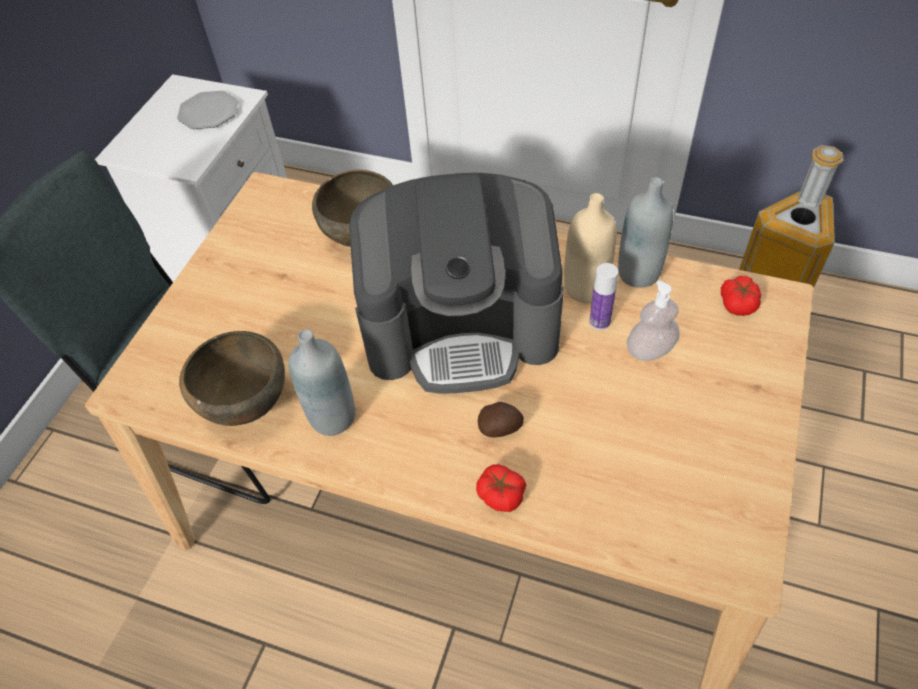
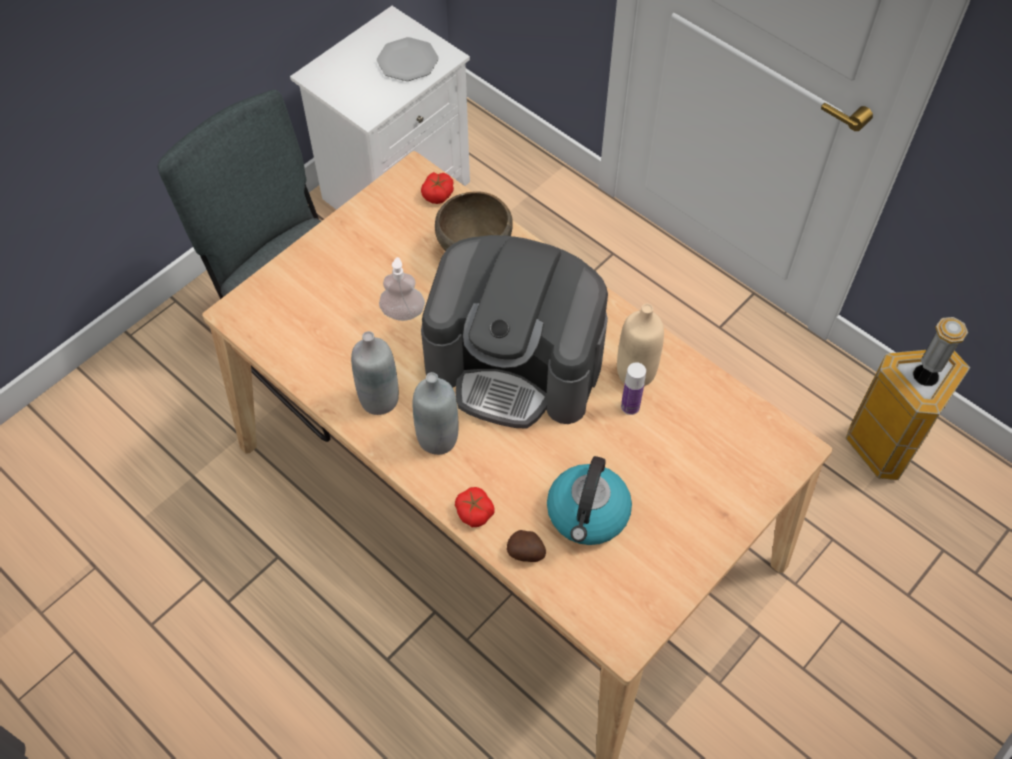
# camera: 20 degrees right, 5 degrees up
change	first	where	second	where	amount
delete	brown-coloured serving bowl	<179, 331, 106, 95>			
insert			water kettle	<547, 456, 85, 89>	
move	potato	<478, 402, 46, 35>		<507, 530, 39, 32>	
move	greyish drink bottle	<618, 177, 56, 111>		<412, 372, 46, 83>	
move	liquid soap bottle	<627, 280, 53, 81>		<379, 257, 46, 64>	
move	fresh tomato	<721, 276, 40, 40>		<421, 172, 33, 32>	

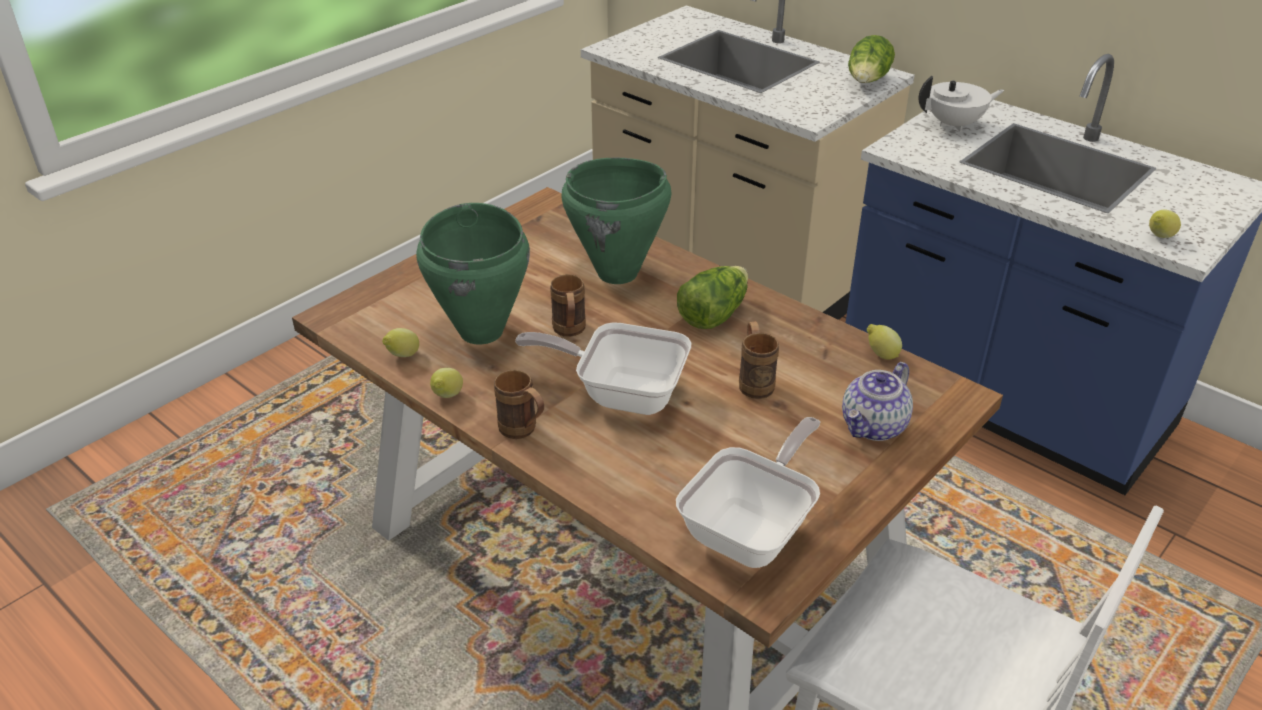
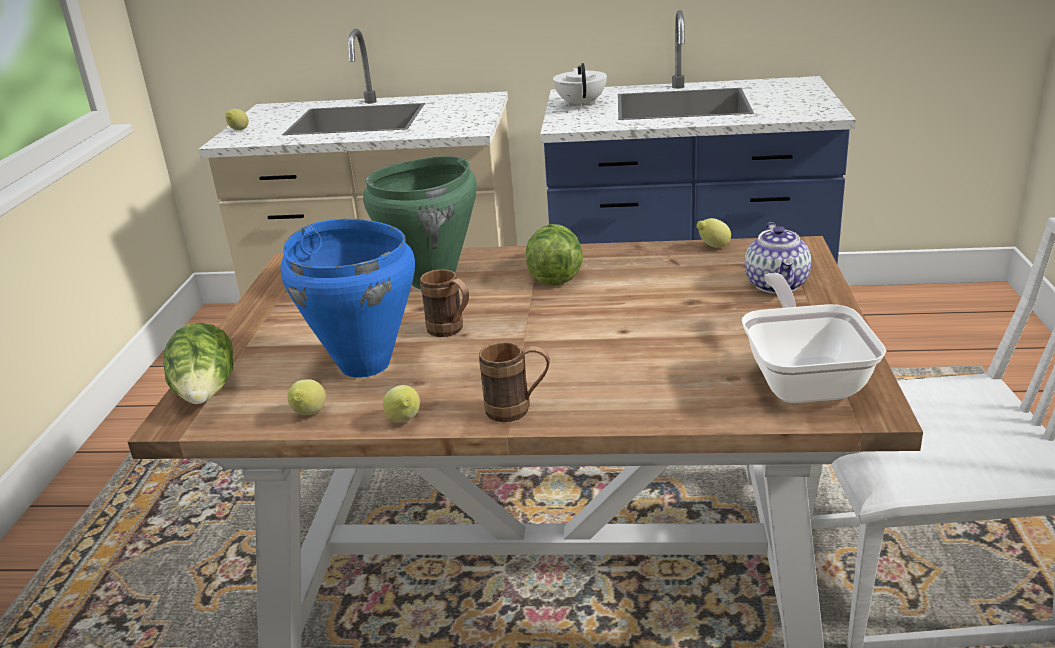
# camera: 35 degrees left, 10 degrees down
change	first	where	second	where	amount
delete	frying pan	<515, 322, 176, 93>			
delete	brown-coloured coffee mug	<739, 321, 40, 78>			
move	head of lettuce	<848, 35, 47, 48>		<163, 323, 70, 81>	
move	lemon	<1149, 209, 32, 29>		<225, 109, 24, 21>	
recolor	greenish stockpot	<416, 203, 114, 142>	bluish stockpot	<281, 219, 134, 159>	
rotate	white-coloured tea pot	<919, 76, 86, 56>		<553, 63, 54, 45>	45 degrees counterclockwise

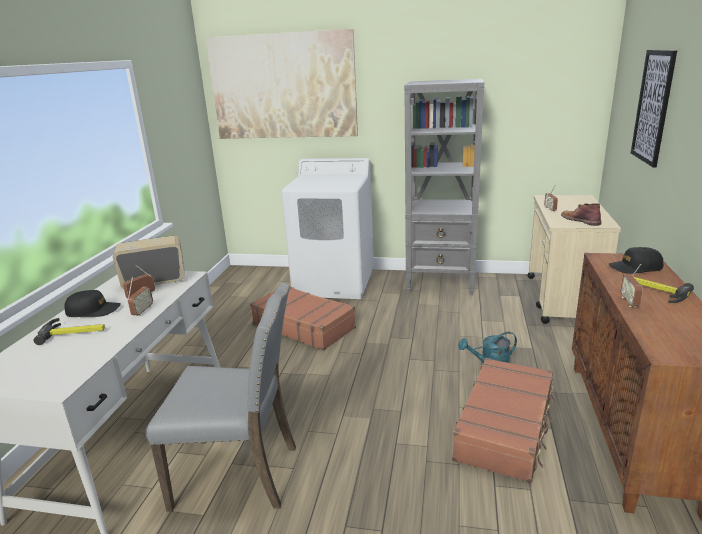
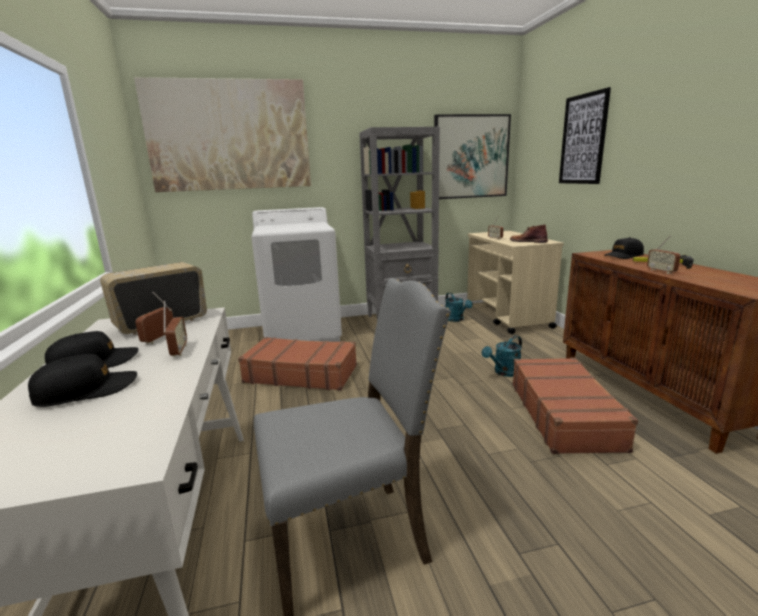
# camera: 25 degrees left, 5 degrees down
change	first	where	second	where	amount
insert			wall picture	<434, 114, 77, 85>	
insert			turquoise-coloured watering pot	<446, 293, 26, 29>	
replace	tool hammer	<34, 318, 71, 27>	black baseball cap	<28, 354, 109, 53>	

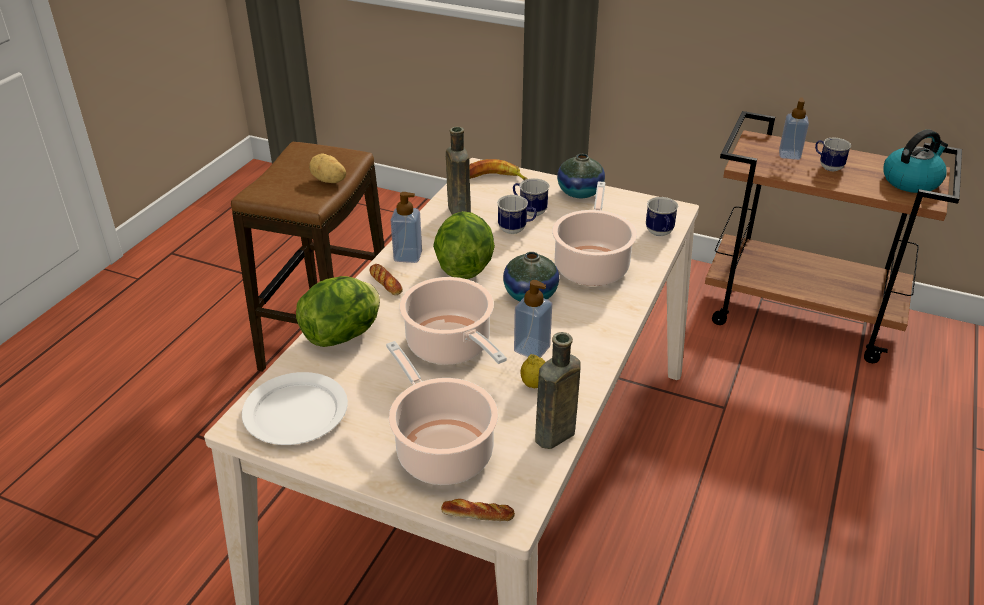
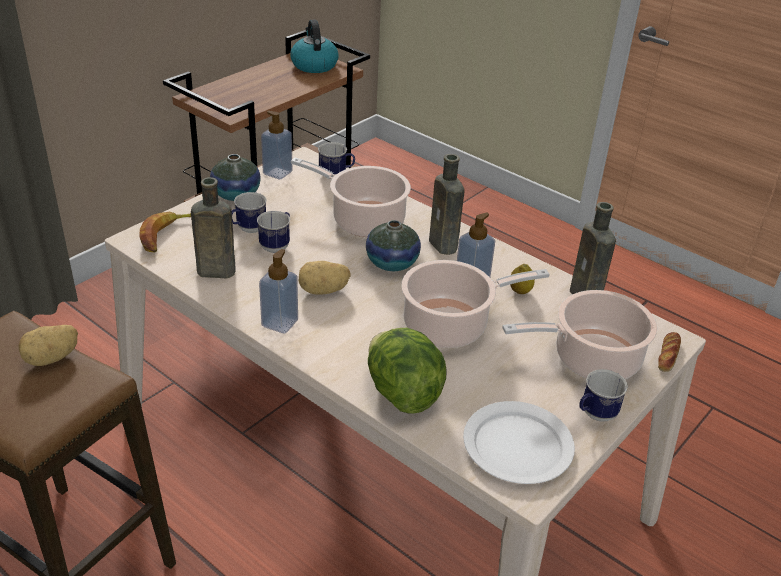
# camera: 75 degrees left, 0 degrees up
change	first	where	second	where	amount
delete	bread	<370, 264, 33, 31>			
insert			brown-coloured drink bottle	<429, 154, 36, 101>	
move	liquid soap bottle	<779, 97, 30, 63>		<261, 111, 32, 68>	
move	coffee mug	<815, 138, 36, 33>		<579, 369, 49, 53>	
replace	head of lettuce	<433, 211, 62, 68>	potato	<299, 261, 52, 34>	

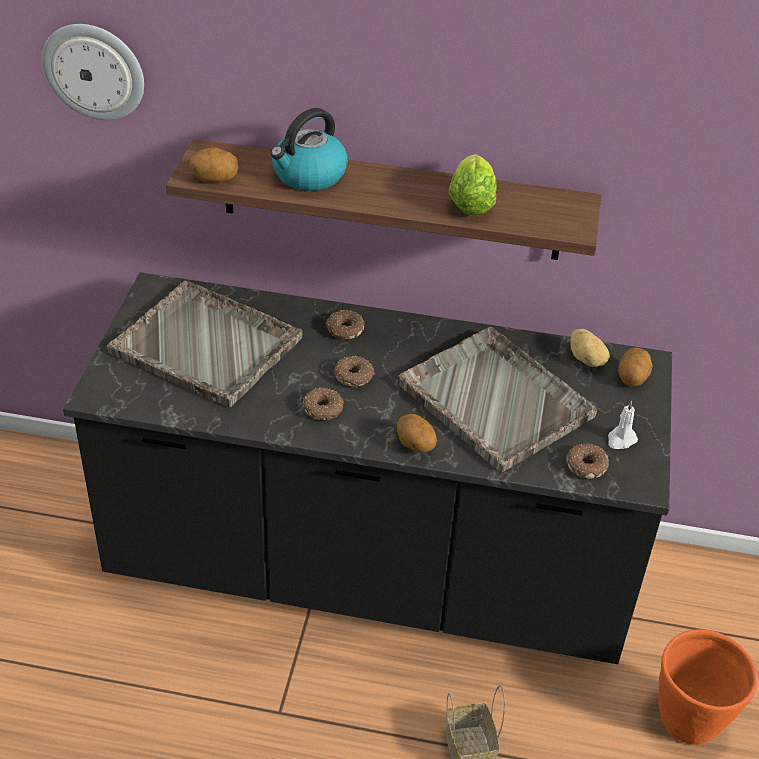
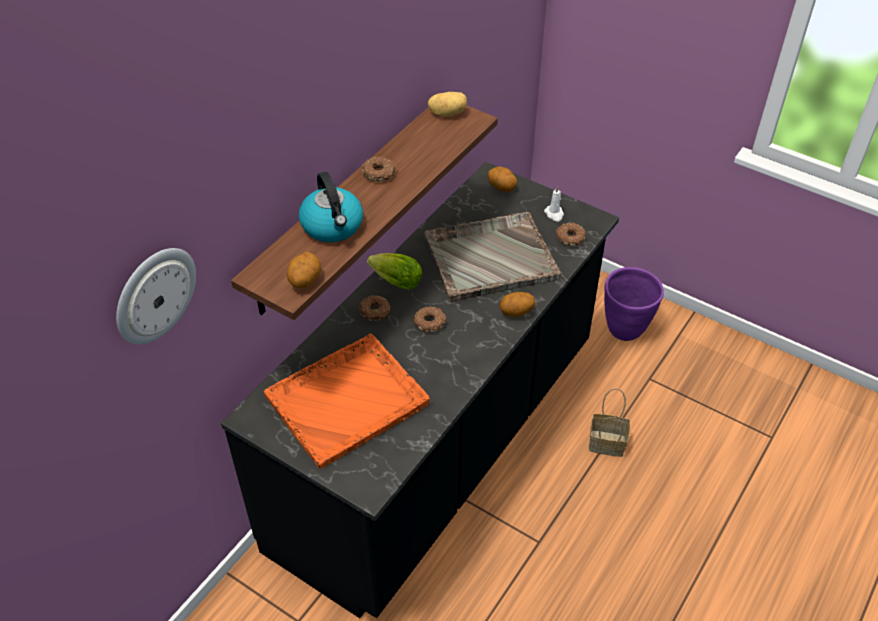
# camera: 65 degrees left, 5 degrees up
change	first	where	second	where	amount
move	donut	<302, 388, 42, 33>		<362, 156, 34, 26>	
move	head of lettuce	<449, 154, 48, 61>		<367, 253, 55, 36>	
move	potato	<570, 329, 40, 38>		<428, 92, 39, 25>	
recolor	greyish serving tray	<107, 281, 196, 126>	orange serving tray	<264, 334, 166, 135>	
recolor	orange flower pot	<658, 629, 99, 116>	purple-coloured flower pot	<604, 267, 60, 74>	

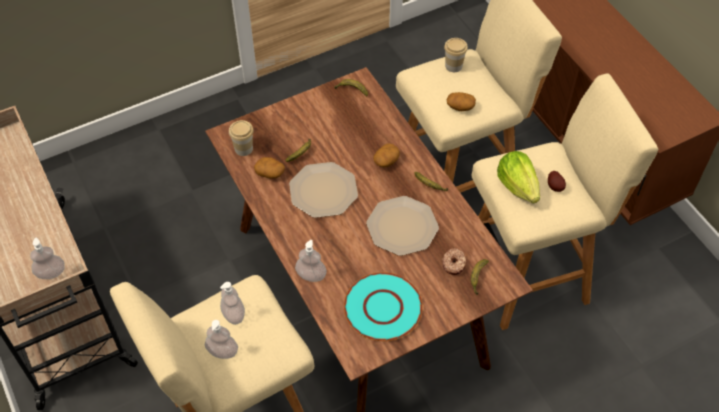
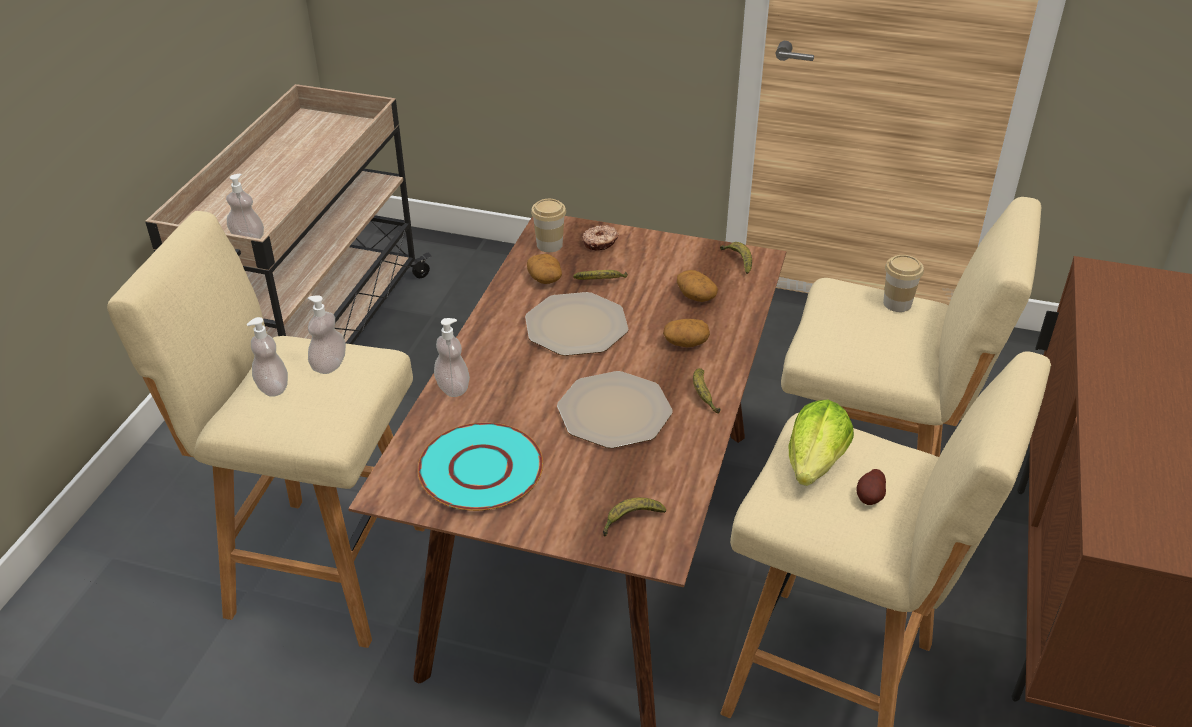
# camera: 45 degrees right, 15 degrees down
change	first	where	second	where	amount
move	donut	<442, 248, 24, 27>		<582, 225, 37, 25>	
move	potato	<447, 92, 29, 19>		<677, 270, 41, 32>	

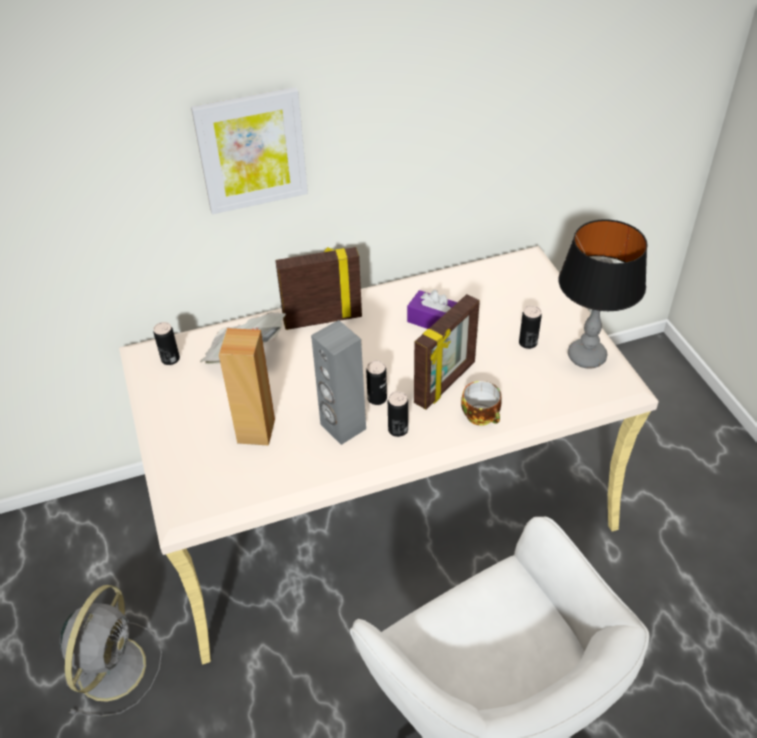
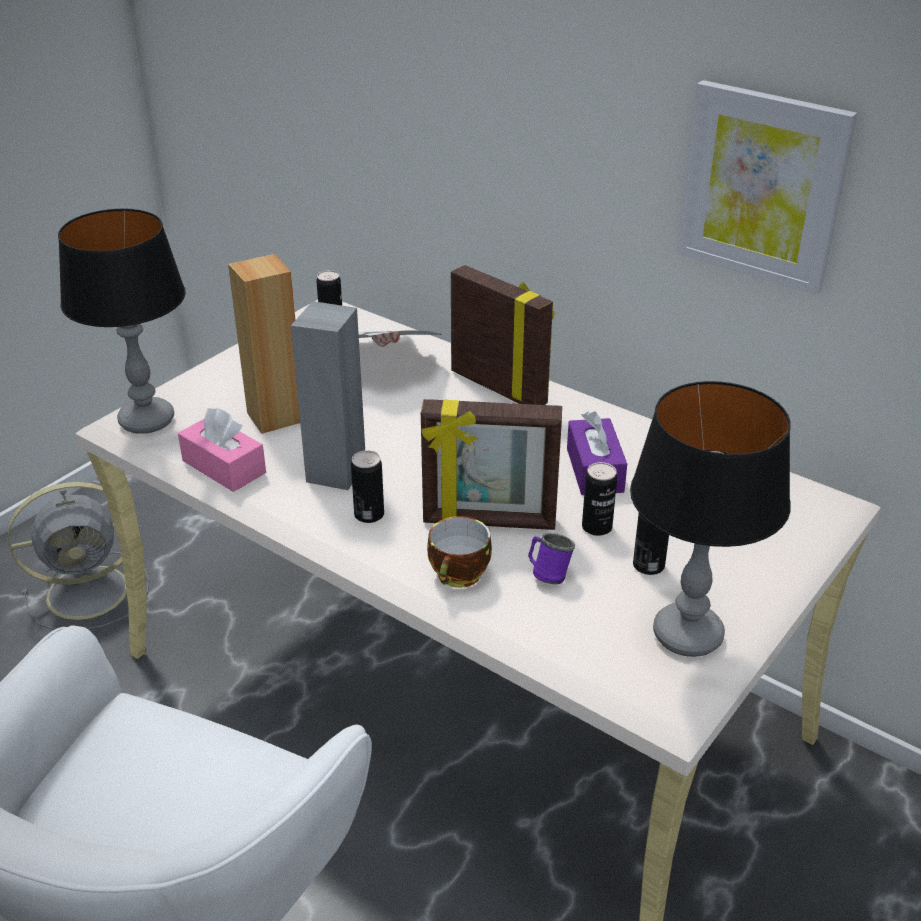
# camera: 55 degrees right, 10 degrees down
change	first	where	second	where	amount
insert			lamp for a table	<58, 209, 128, 225>	
insert			pinkish tissue holder	<178, 408, 88, 84>	
insert			purple-coloured coffee mug	<528, 533, 47, 52>	
move	wall picture	<191, 87, 117, 127>		<677, 80, 180, 215>	
move	sealed can	<366, 361, 21, 44>		<582, 462, 35, 74>	

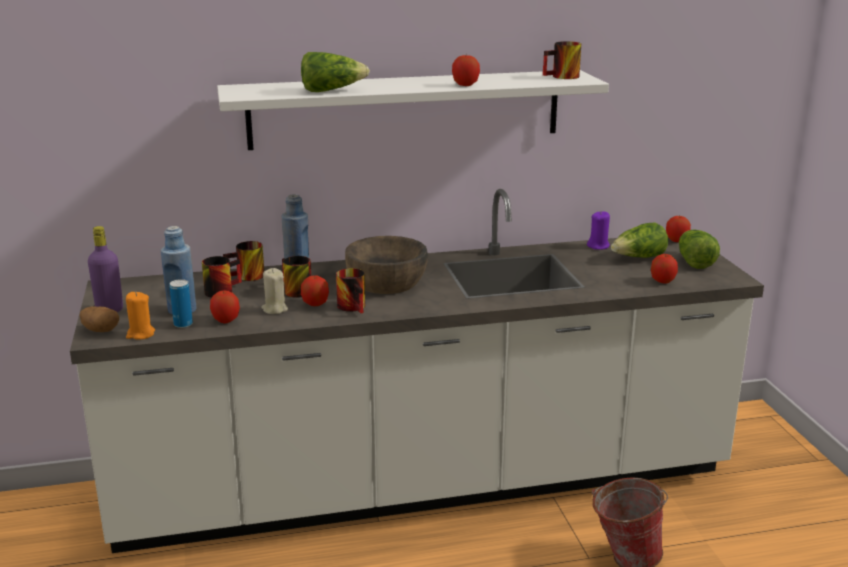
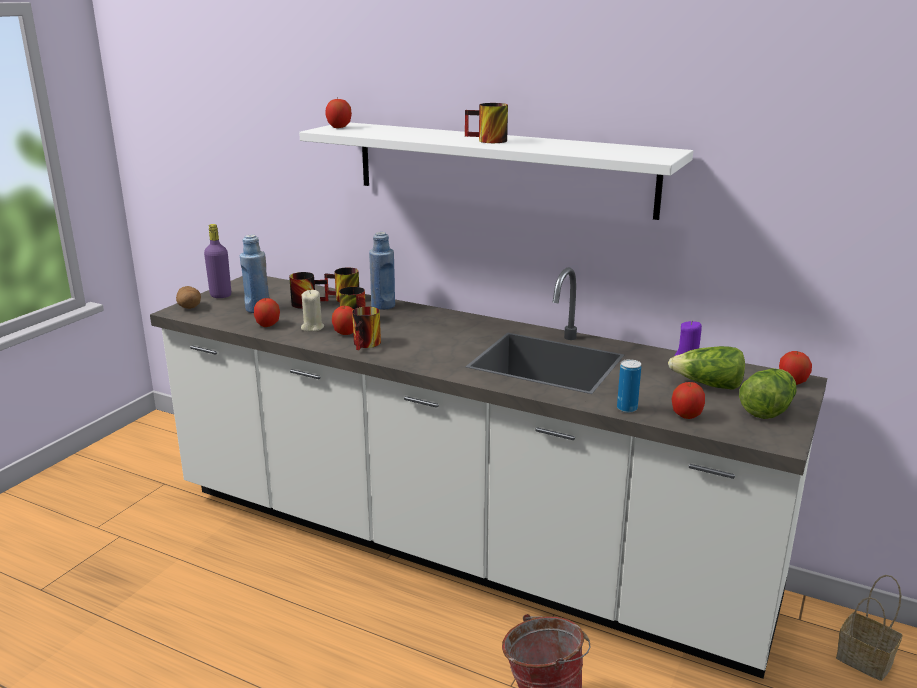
# camera: 40 degrees right, 0 degrees up
change	first	where	second	where	amount
delete	orange candle	<126, 292, 29, 48>			
delete	head of lettuce	<301, 52, 69, 40>			
delete	brown-coloured serving bowl	<345, 236, 83, 58>			
insert			basket	<836, 575, 67, 106>	
move	sealed can	<170, 279, 23, 49>		<617, 359, 24, 54>	
move	apple fruit	<452, 55, 28, 31>		<325, 99, 27, 29>	
move	coffee mug	<543, 41, 38, 38>		<465, 103, 43, 40>	

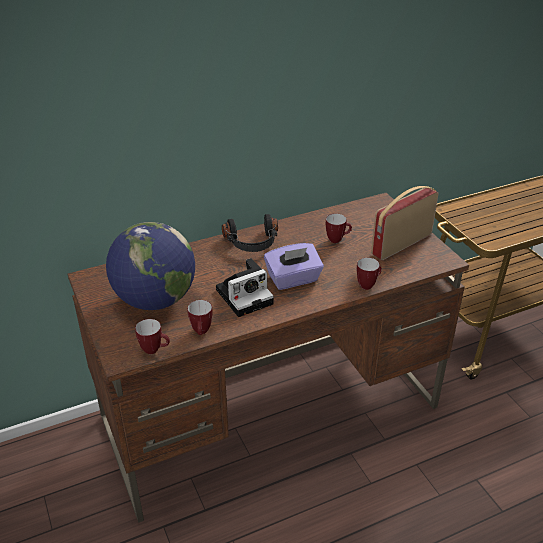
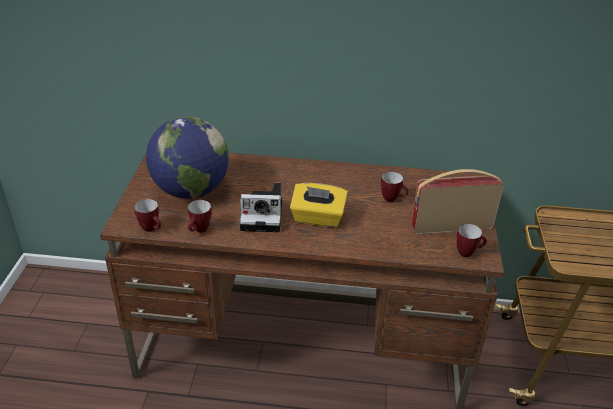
# camera: 30 degrees right, 0 degrees up
change	first	where	second	where	amount
delete	black headset	<222, 214, 56, 38>			
move	coffee mug	<357, 258, 25, 32>		<457, 224, 30, 33>	
recolor	purple-coloured tissue holder	<264, 243, 60, 47>	yellow tissue holder	<290, 183, 58, 45>	

